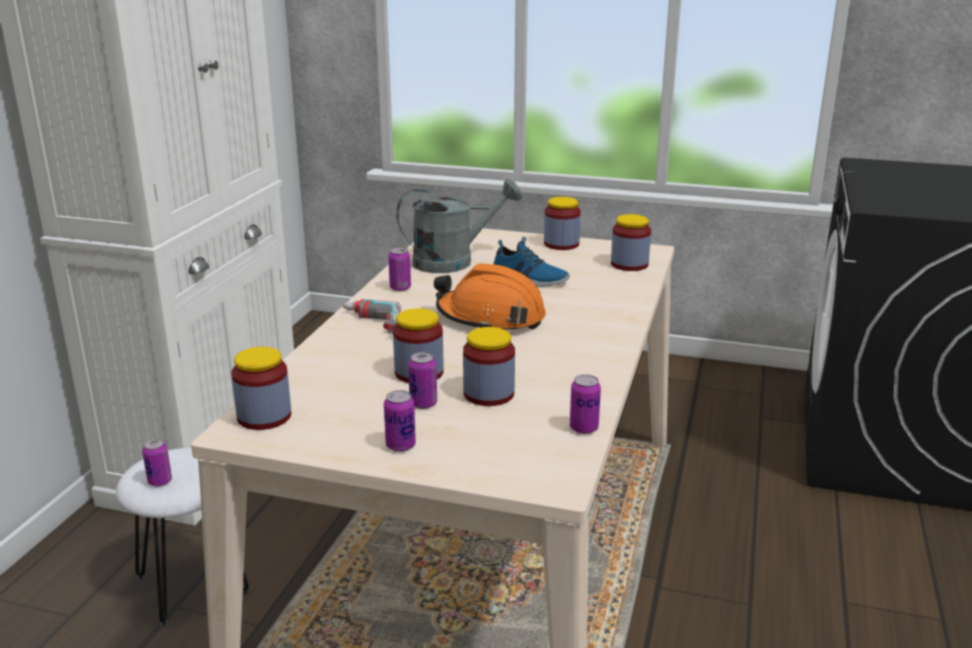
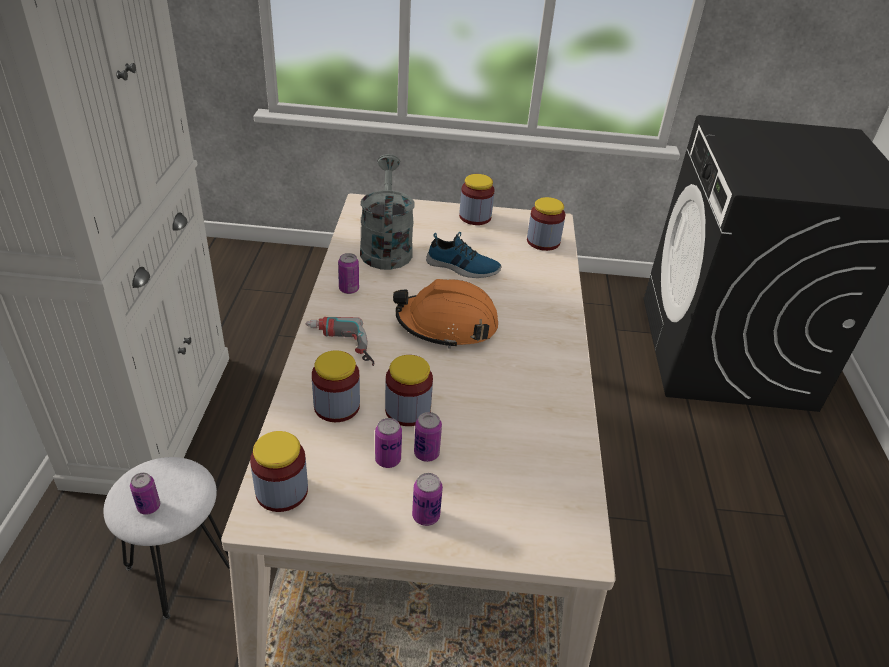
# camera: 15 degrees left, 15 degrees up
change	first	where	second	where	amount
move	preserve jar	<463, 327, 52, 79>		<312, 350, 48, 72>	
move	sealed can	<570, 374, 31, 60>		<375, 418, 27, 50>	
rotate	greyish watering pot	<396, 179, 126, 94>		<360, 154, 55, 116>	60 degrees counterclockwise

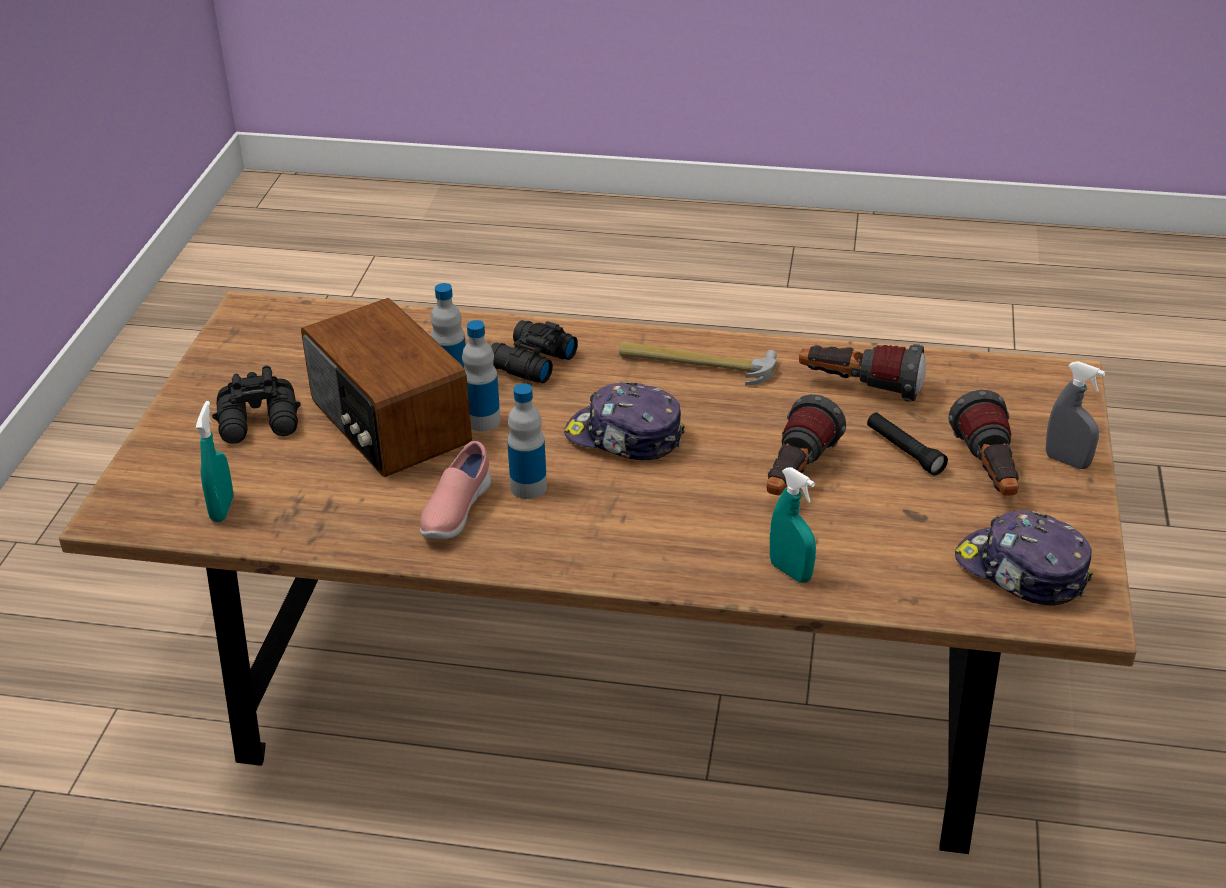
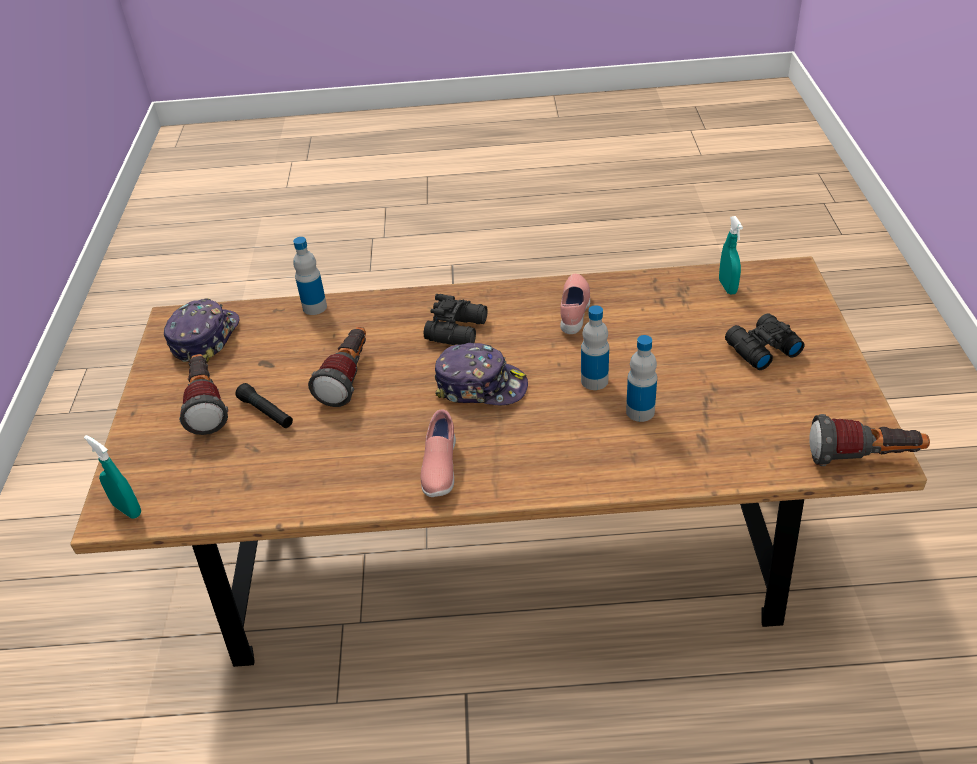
# camera: 170 degrees right, 5 degrees up
change	first	where	second	where	amount
delete	radio receiver	<301, 298, 171, 179>			
delete	greyish spray bottle	<1046, 361, 59, 108>			
move	black field glasses	<491, 320, 87, 63>		<424, 294, 64, 51>	
move	drink bottle	<507, 383, 40, 116>		<293, 237, 34, 78>	
move	turquoise-coloured spray bottle	<770, 467, 46, 116>		<84, 435, 57, 84>	
move	torch	<799, 344, 127, 57>		<809, 414, 121, 52>	
replace	tool hammer	<619, 341, 158, 45>	pinkish item of footwear	<421, 409, 35, 88>	
rotate	baseball cap	<955, 510, 138, 95>		<164, 298, 76, 65>	105 degrees counterclockwise

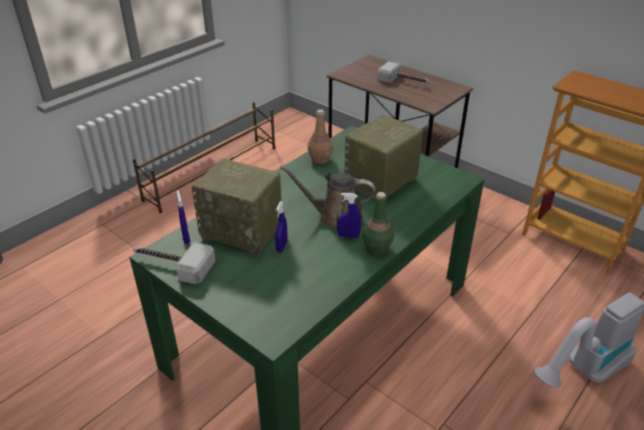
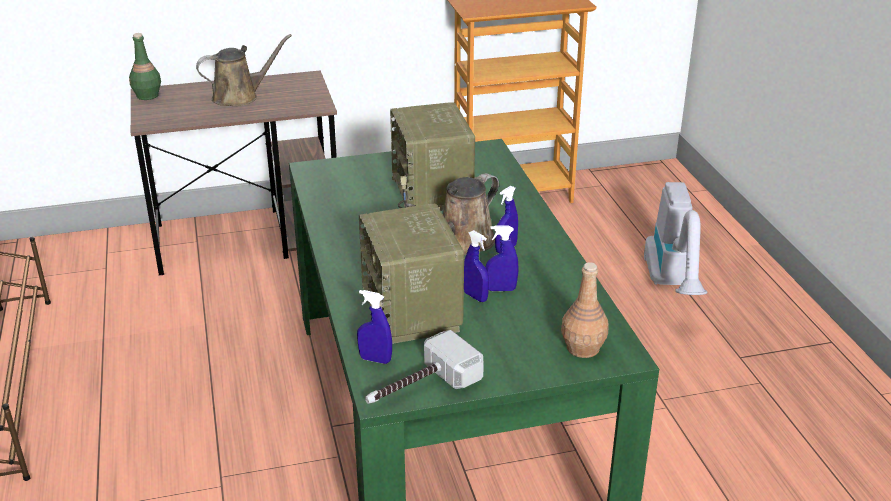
# camera: 55 degrees left, 5 degrees down
change	first	where	second	where	amount
insert			bluish spray bottle	<485, 225, 34, 66>	
move	brown-coloured drink bottle	<308, 109, 25, 55>		<561, 262, 48, 96>	
move	greenish drink bottle	<362, 192, 32, 63>		<129, 33, 32, 67>	
replace	tool hammer	<377, 61, 53, 22>	brown-coloured watering pot	<196, 34, 96, 72>	
rotate	radio receiver	<192, 158, 89, 97>		<359, 204, 105, 140>	105 degrees clockwise

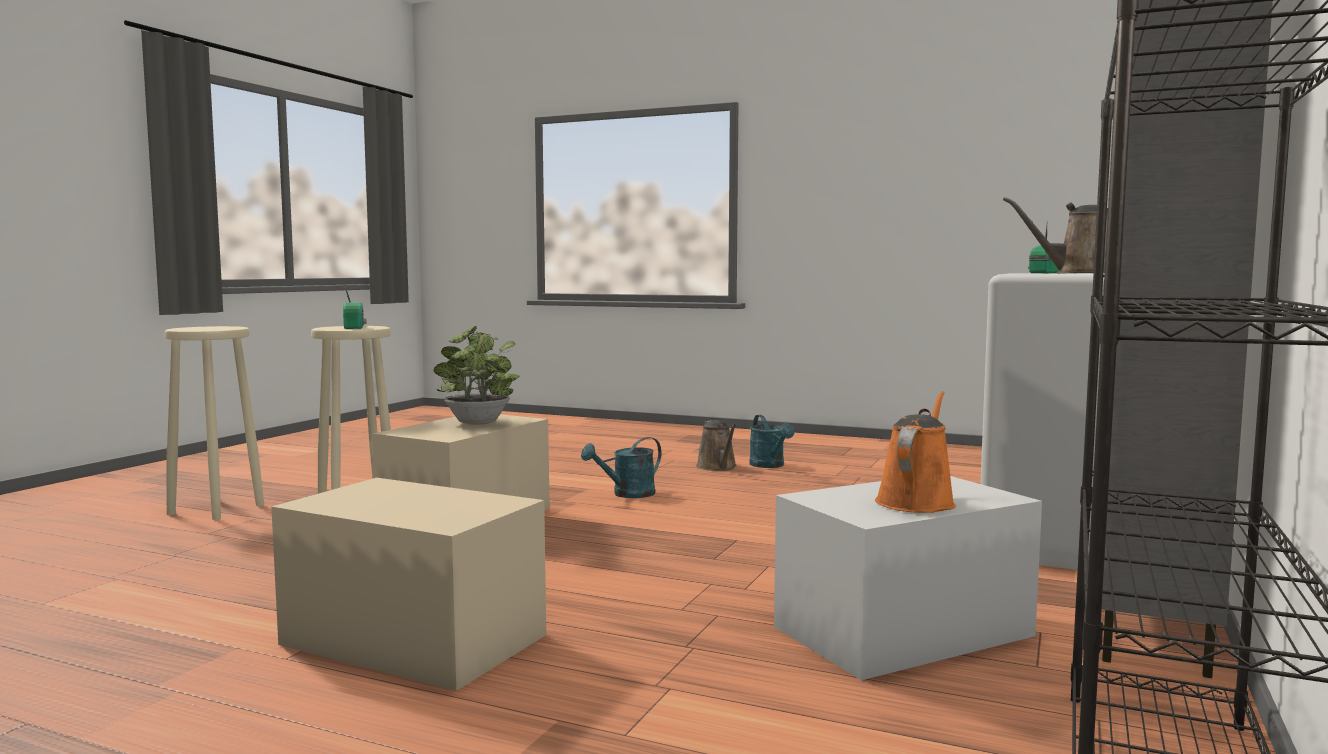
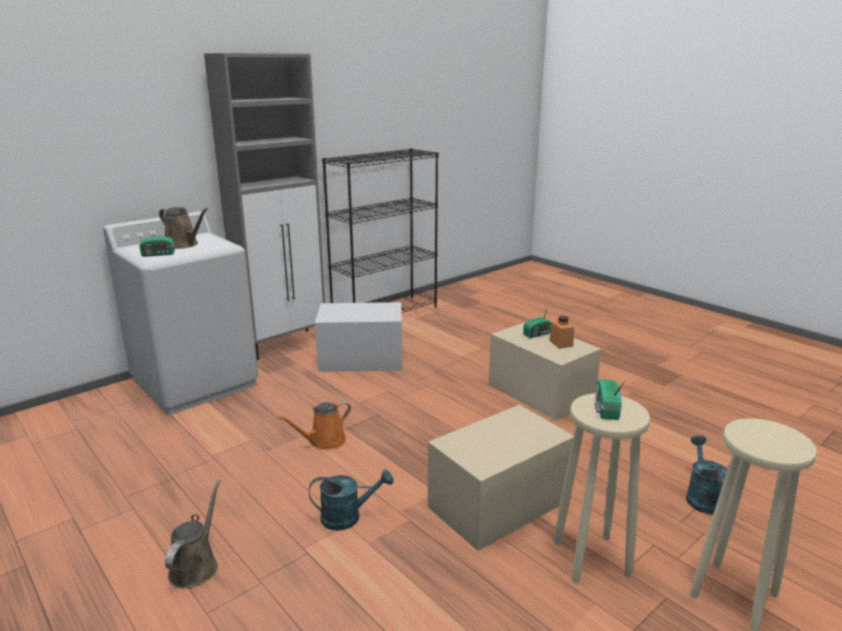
# camera: 155 degrees left, 15 degrees up
change	first	where	second	where	amount
delete	plant in a pot	<434, 326, 86, 99>			
insert			radio receiver	<523, 304, 29, 34>	
insert			orange preserve jar	<549, 316, 25, 33>	
move	turquoise-coloured watering pot	<749, 415, 46, 53>		<686, 435, 42, 79>	
move	orange watering pot	<875, 391, 81, 122>		<278, 401, 73, 49>	

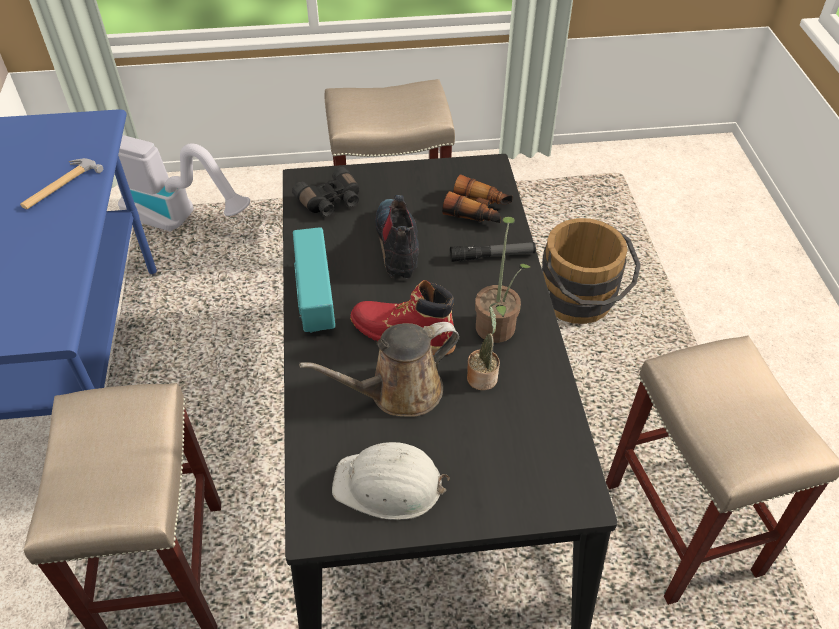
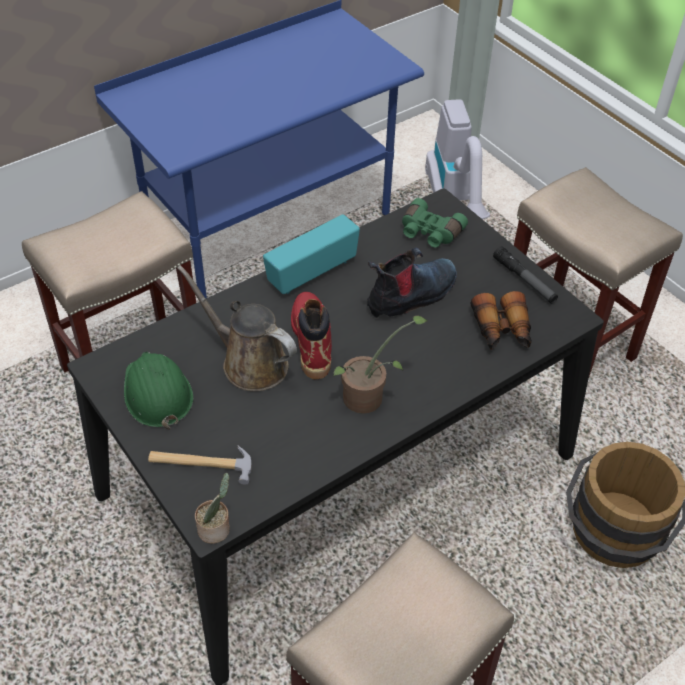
# camera: 60 degrees right, 0 degrees up
change	first	where	second	where	amount
move	tool hammer	<20, 158, 83, 52>		<148, 446, 104, 39>	
move	torch	<450, 242, 86, 20>		<493, 246, 65, 57>	
move	plant in a pot	<467, 306, 33, 84>		<195, 473, 35, 71>	
recolor	black field glasses	<292, 167, 67, 49>	greenish field glasses	<402, 198, 66, 49>	
recolor	white-coloured work helmet	<332, 442, 118, 78>	greenish work helmet	<124, 352, 69, 78>	

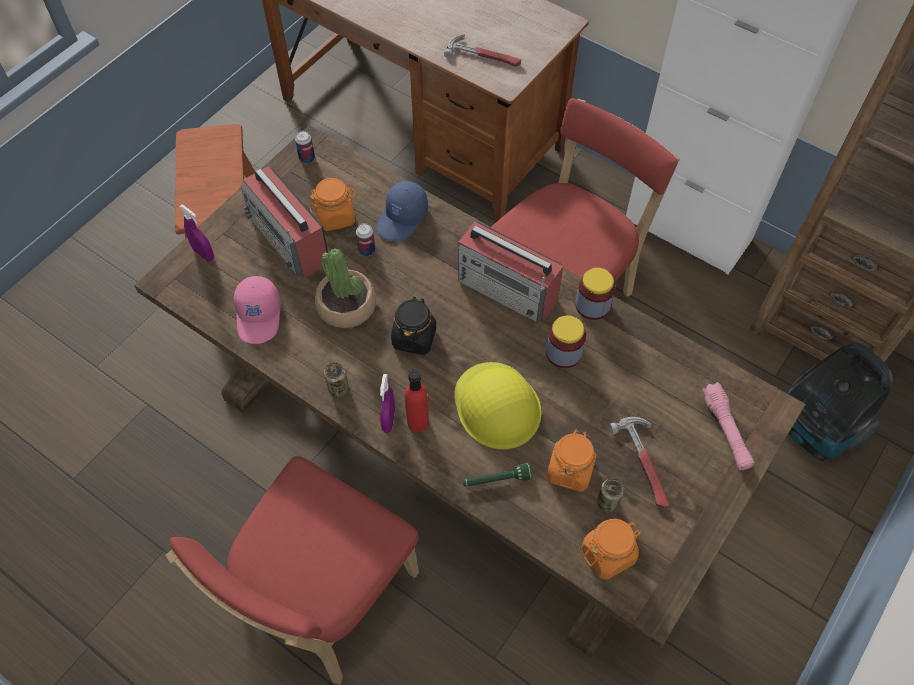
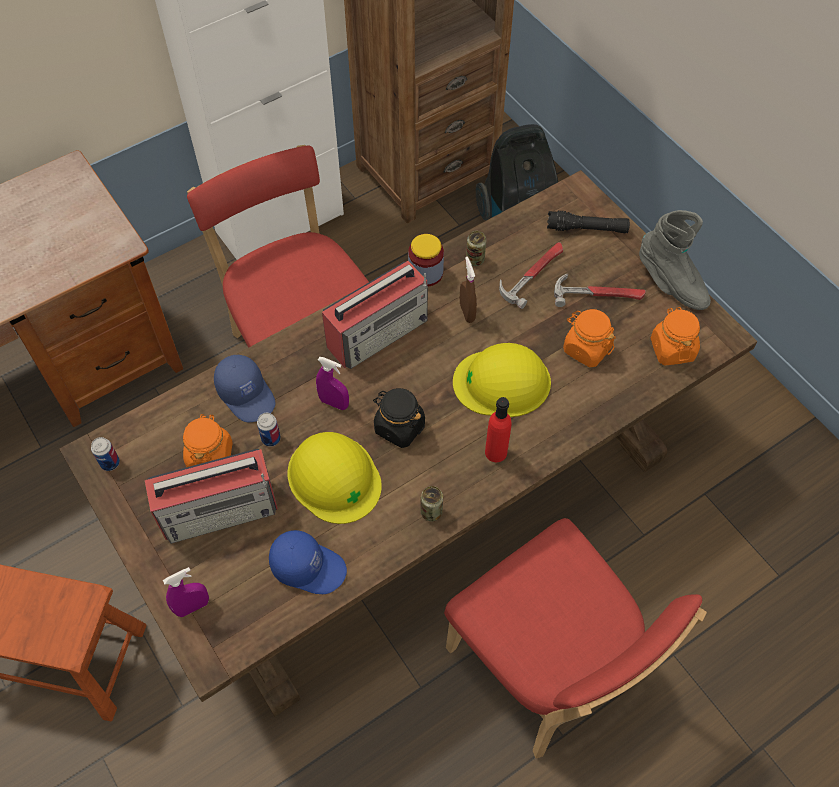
# camera: 70 degrees left, 0 degrees up
change	first	where	second	where	amount
delete	greenish torch	<463, 463, 69, 24>			
insert			greyish tall boot	<639, 210, 72, 100>	
move	purple-coloured spray bottle	<380, 374, 15, 59>		<316, 357, 33, 53>	
move	tool hammer	<444, 35, 77, 32>		<499, 242, 64, 67>	
move	sealed can	<597, 478, 27, 34>		<466, 231, 20, 35>	
replace	plant in a pot	<315, 248, 61, 80>	yellow work helmet	<287, 432, 95, 92>	
replace	preserve jar	<546, 315, 40, 53>	brown-coloured spray bottle	<460, 256, 17, 67>	
recolor	pinkish baseball cap	<234, 276, 47, 68>	bluish baseball cap	<269, 530, 78, 64>	
recolor	pinkish torch	<702, 382, 53, 88>	black torch	<547, 210, 83, 23>	

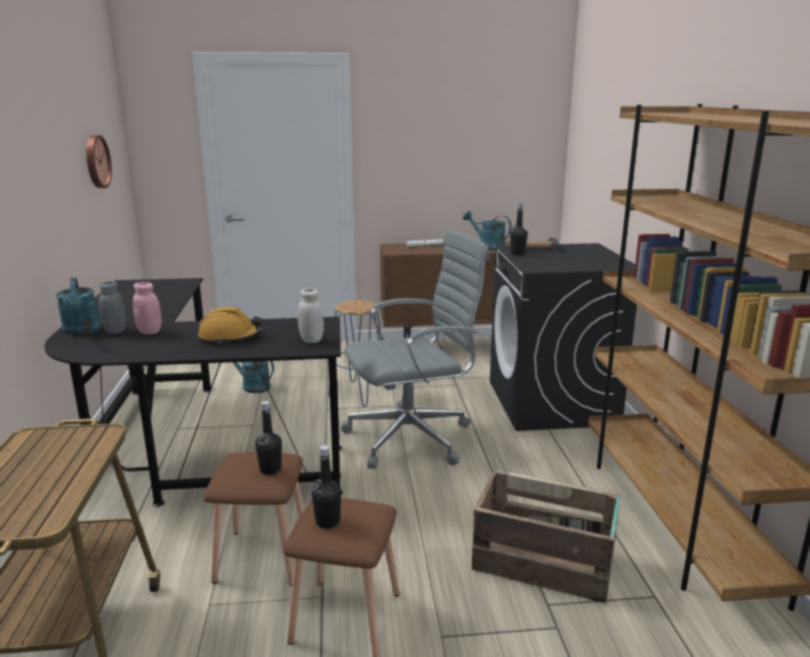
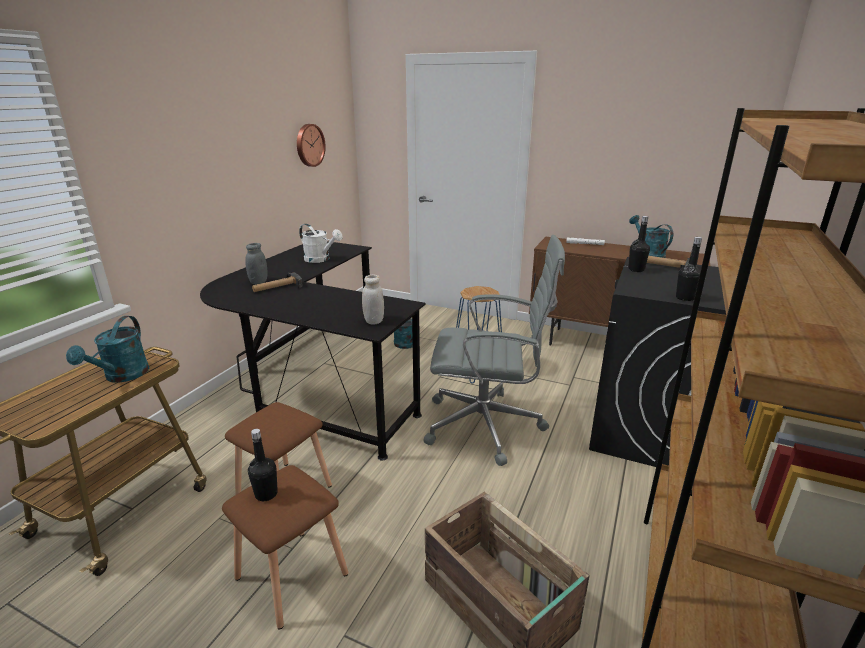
# camera: 30 degrees right, 5 degrees up
change	first	where	second	where	amount
delete	orange work helmet	<198, 307, 64, 37>			
insert			white-coloured watering pot	<299, 224, 44, 39>	
move	turquoise-coloured watering pot	<56, 278, 45, 57>		<66, 316, 83, 67>	
move	black drink bottle	<255, 401, 27, 74>		<676, 237, 26, 64>	
replace	pinkish preserve jar	<133, 282, 28, 53>	tool hammer	<252, 272, 51, 20>	

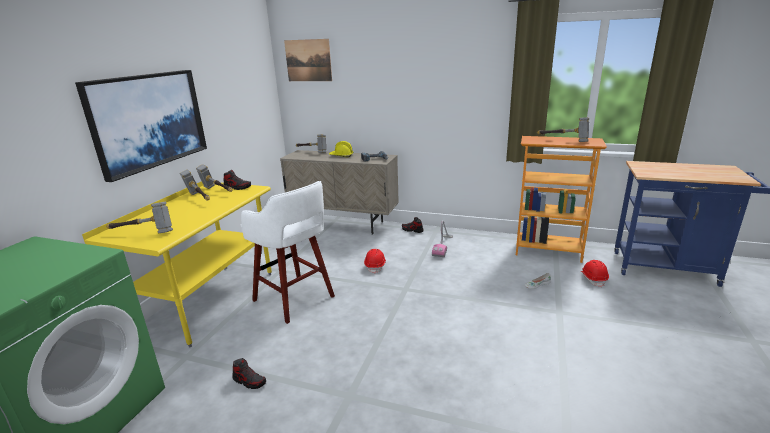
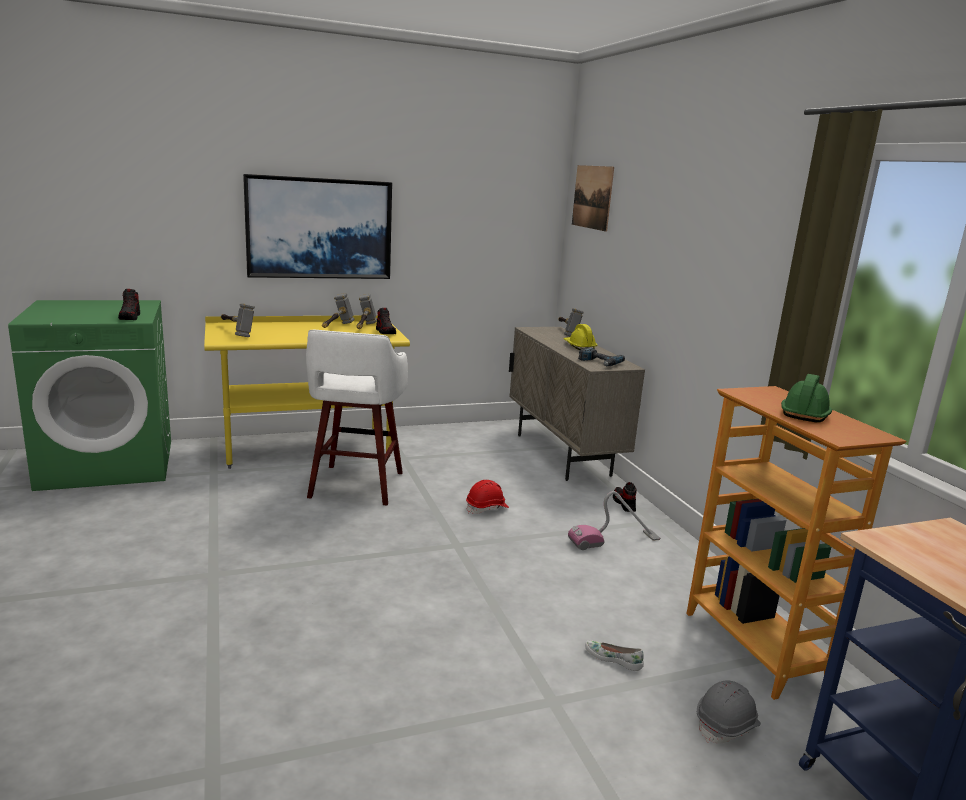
# camera: 50 degrees right, 5 degrees down
change	first	where	second	where	amount
move	item of footwear	<232, 358, 34, 31>		<118, 289, 22, 31>	
replace	tool hammer	<537, 117, 52, 25>	greenish work helmet	<781, 374, 51, 49>	
recolor	reddish work helmet	<580, 260, 29, 27>	greyish work helmet	<697, 681, 64, 63>	

